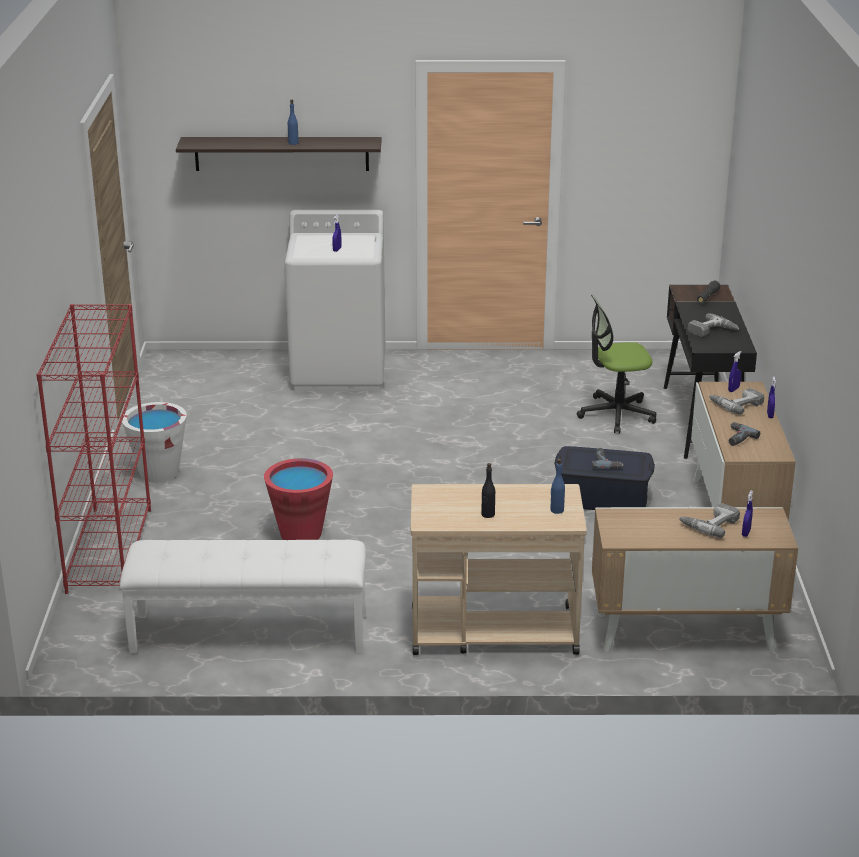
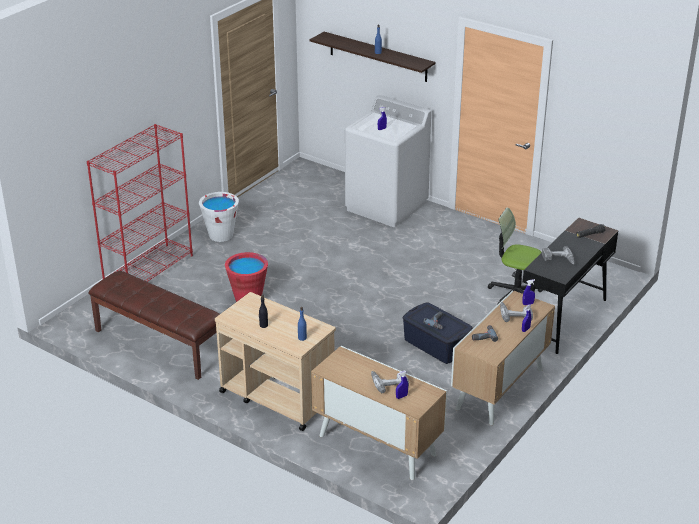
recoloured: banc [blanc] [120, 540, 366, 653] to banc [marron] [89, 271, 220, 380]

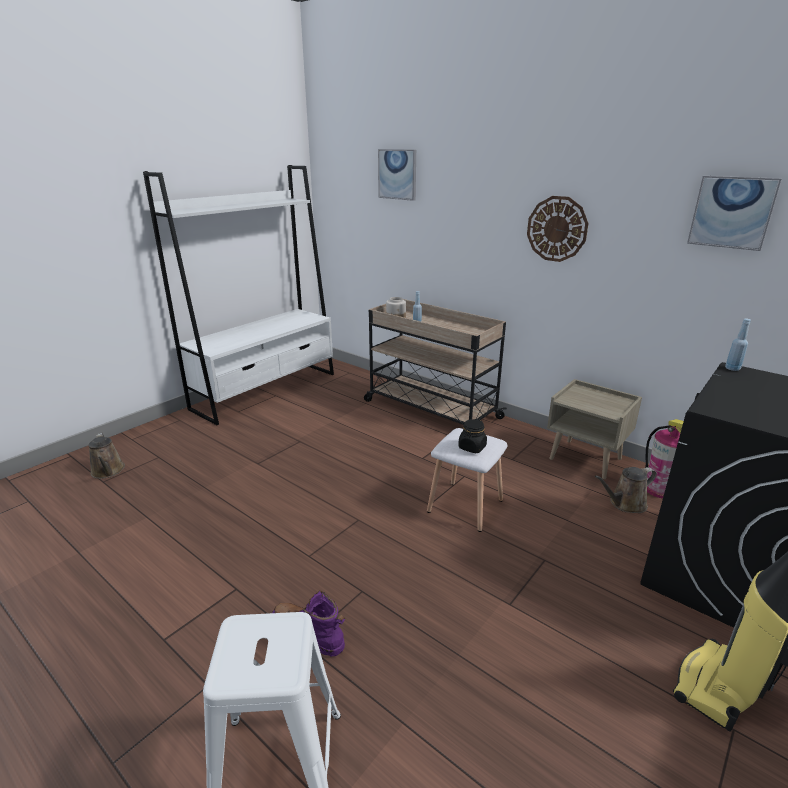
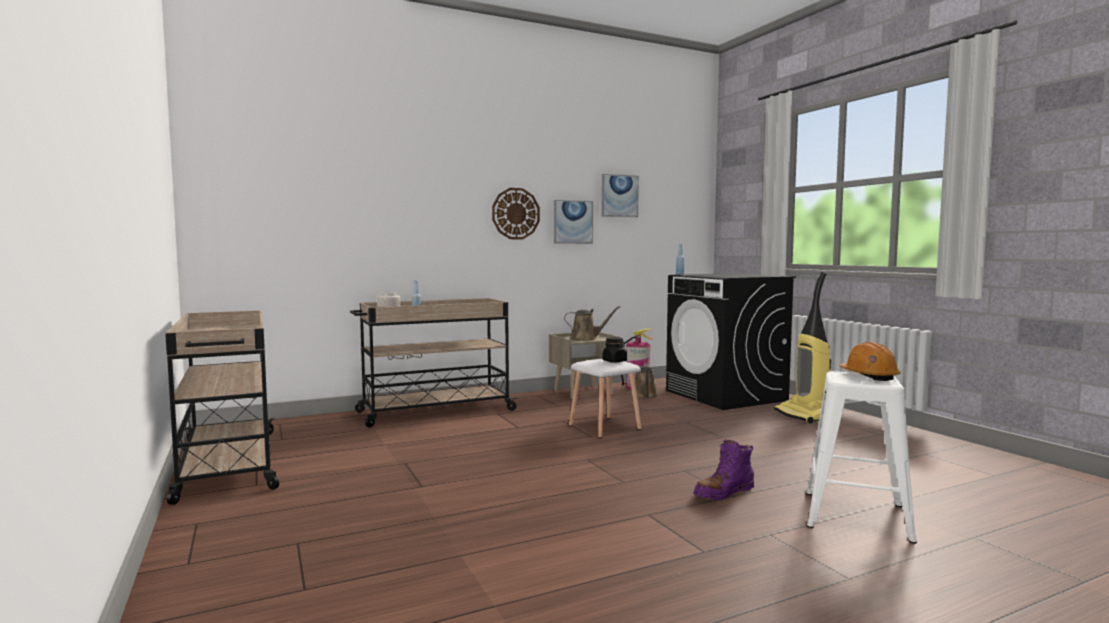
added: casque de chantier [orange] [839, 342, 900, 381]
moved: tableau [378, 149, 416, 201] to [554, 200, 593, 244]; arrosoir [marron] [88, 433, 125, 479] to [564, 306, 620, 341]
replaced: bibliothèque [blanc] [143, 165, 334, 425] to chariot [beige] [165, 310, 279, 505]

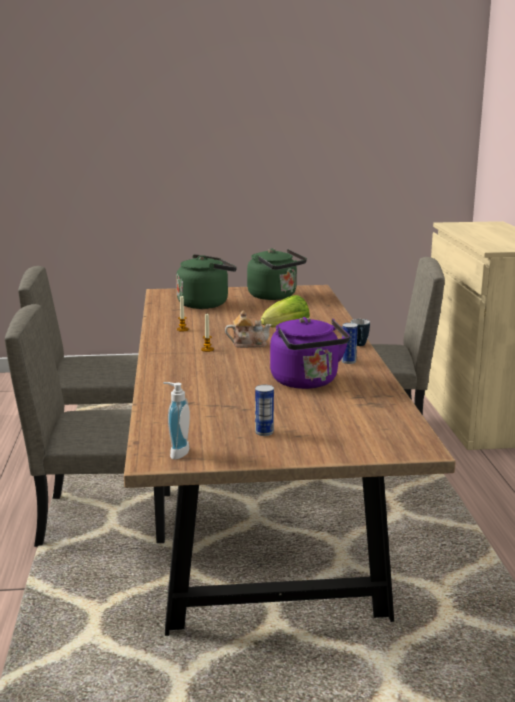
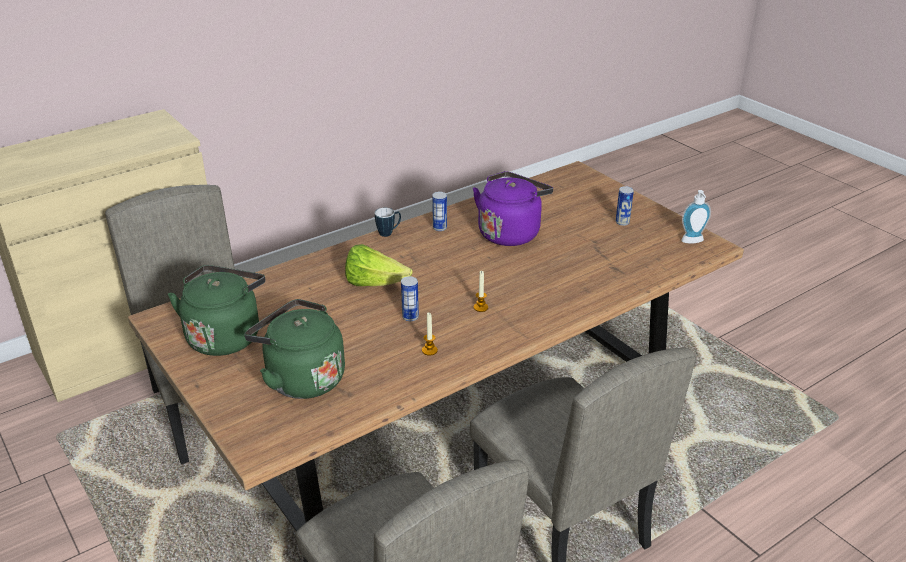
removed: théière [225, 310, 272, 348]
added: boîte métallique [401, 276, 419, 321]

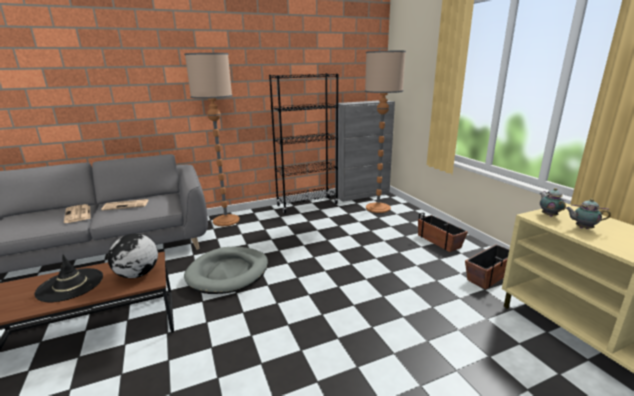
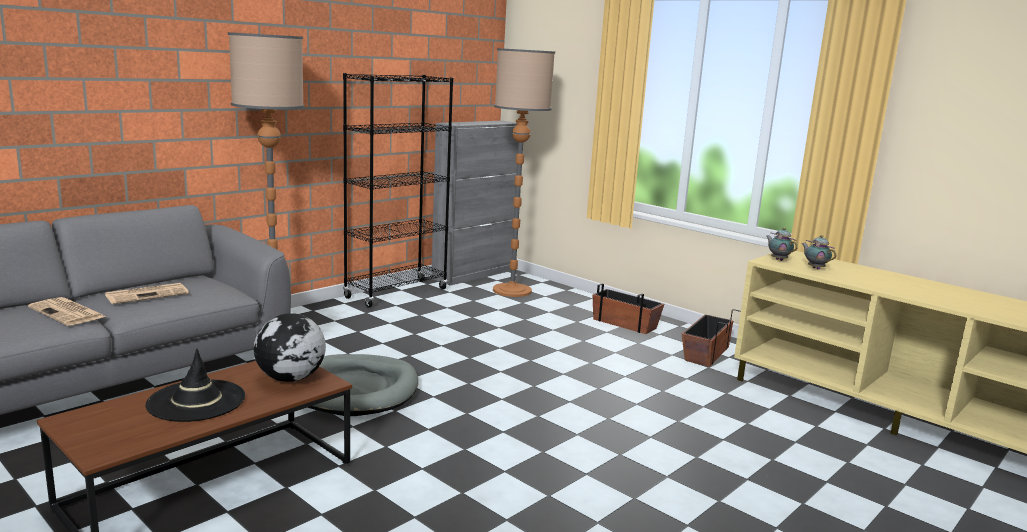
turned: théière [565, 199, 611, 229] = [802, 235, 836, 270] 60 degrees clockwise

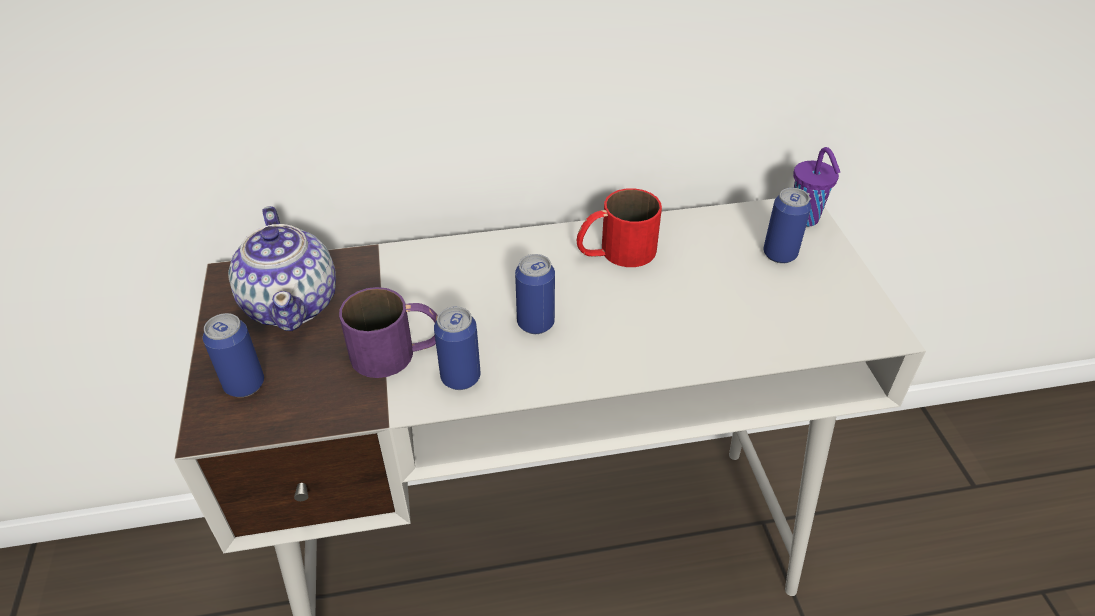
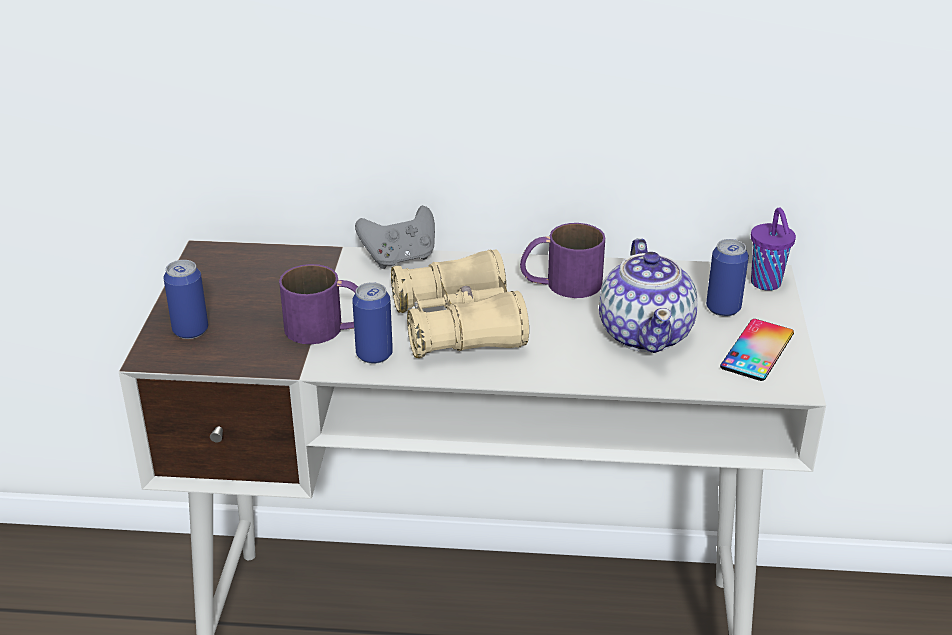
added: manette [gris] [355, 206, 435, 269]; téléphone [720, 319, 794, 381]
moved: théière [228, 206, 336, 331] to [599, 238, 697, 353]
replaced: boîte métallique [515, 254, 555, 334] to jumelles [beige] [391, 249, 529, 358]
recoloured: mug [rouge] [577, 188, 662, 267] to mug [violet] [520, 223, 605, 298]

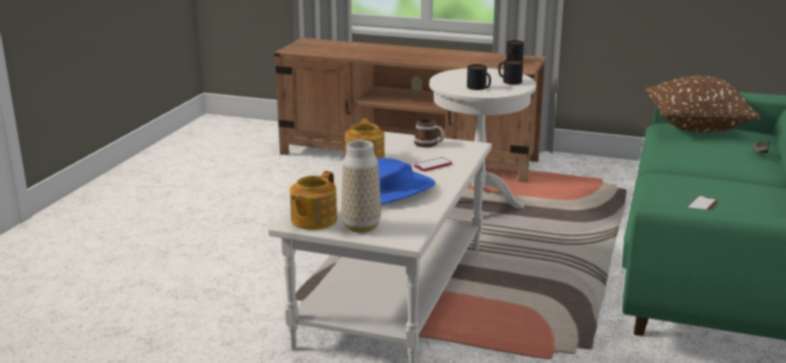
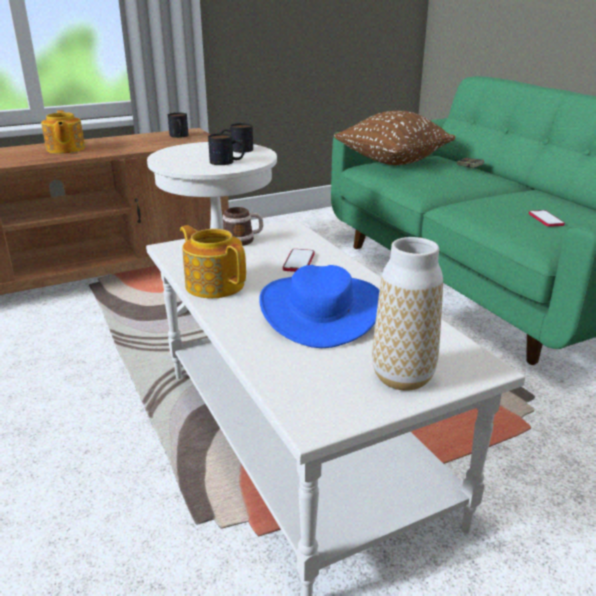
moved: théière [290, 171, 337, 230] to [41, 110, 85, 154]

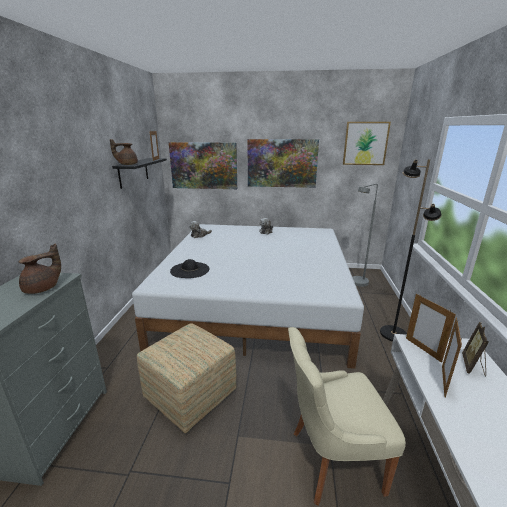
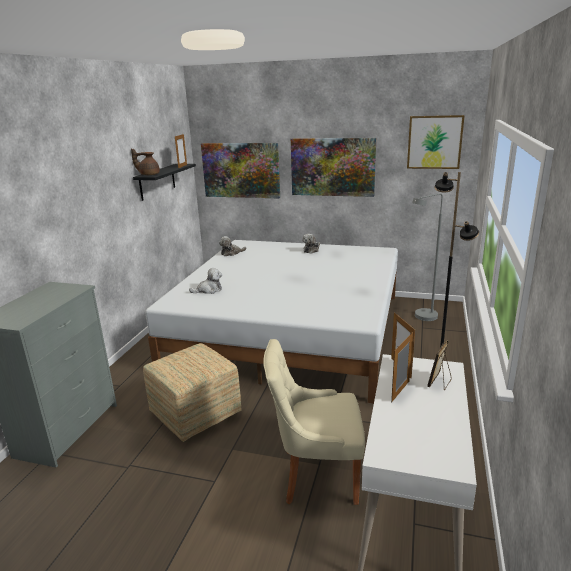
removed: théière [marron] [19, 243, 61, 294]
replaced: chapeau [noir] [170, 259, 210, 278] to peluche [189, 268, 222, 294]

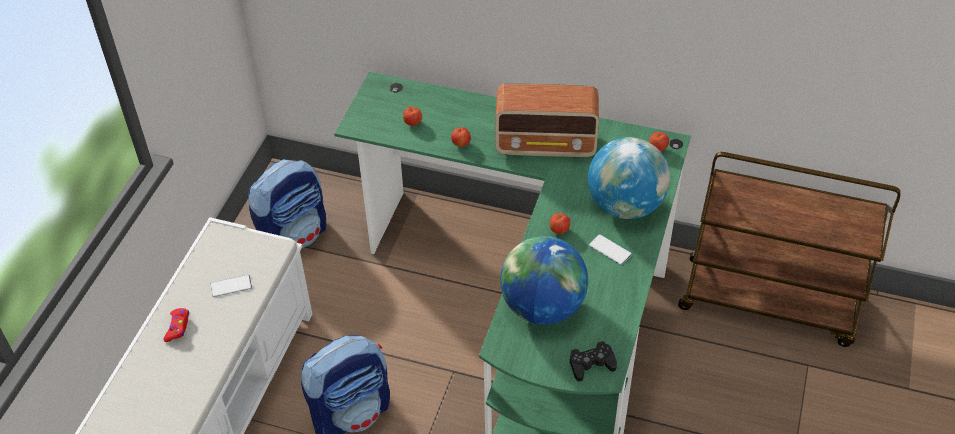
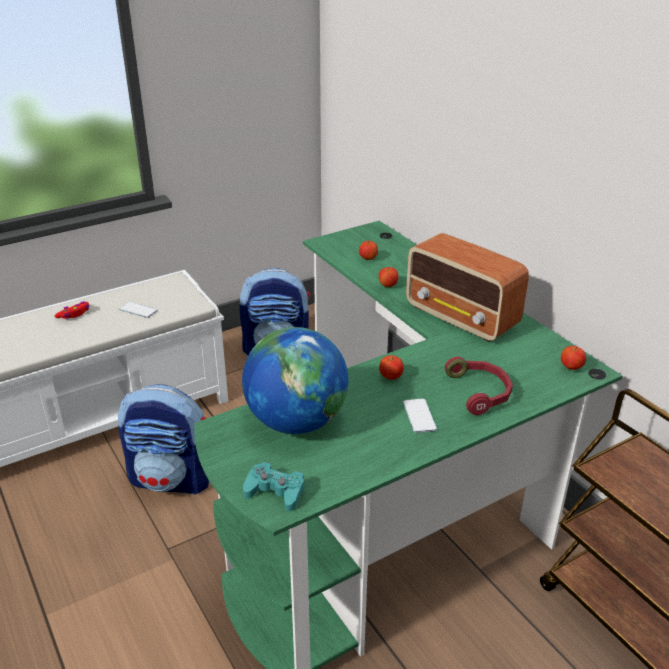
replaced: globe [588, 137, 670, 219] to casque audio [rouge] [445, 357, 513, 415]
recoloured: manette [noir] [570, 341, 617, 382] to manette [turquoise] [243, 462, 304, 511]

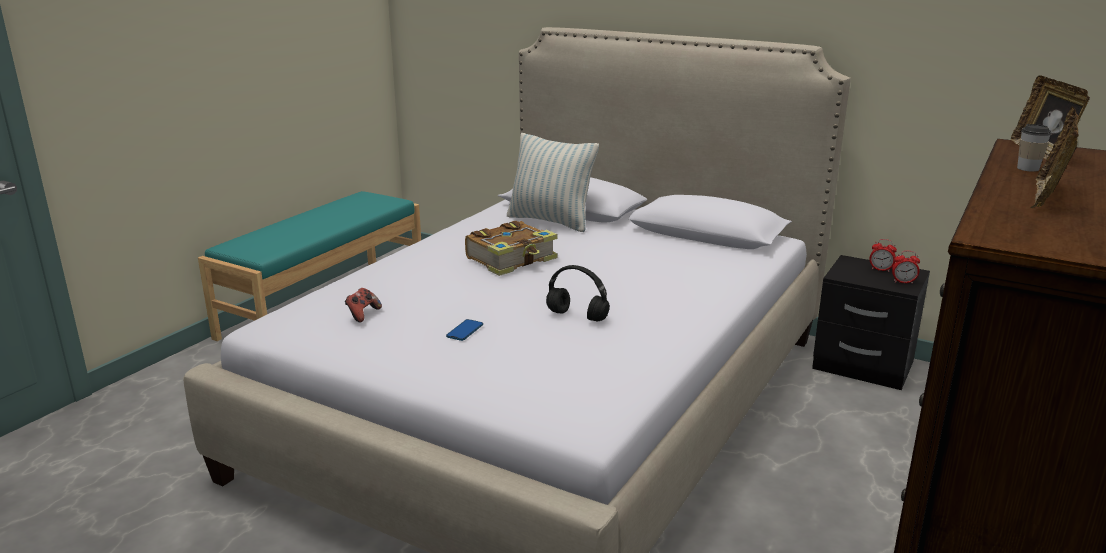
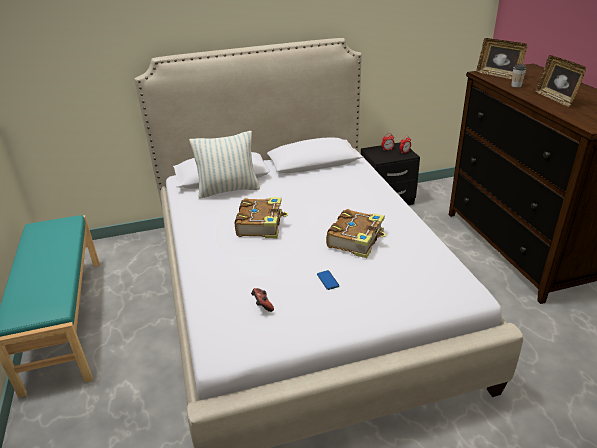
replaced: casque audio [noir] [546, 265, 610, 322] to livre [326, 209, 386, 258]

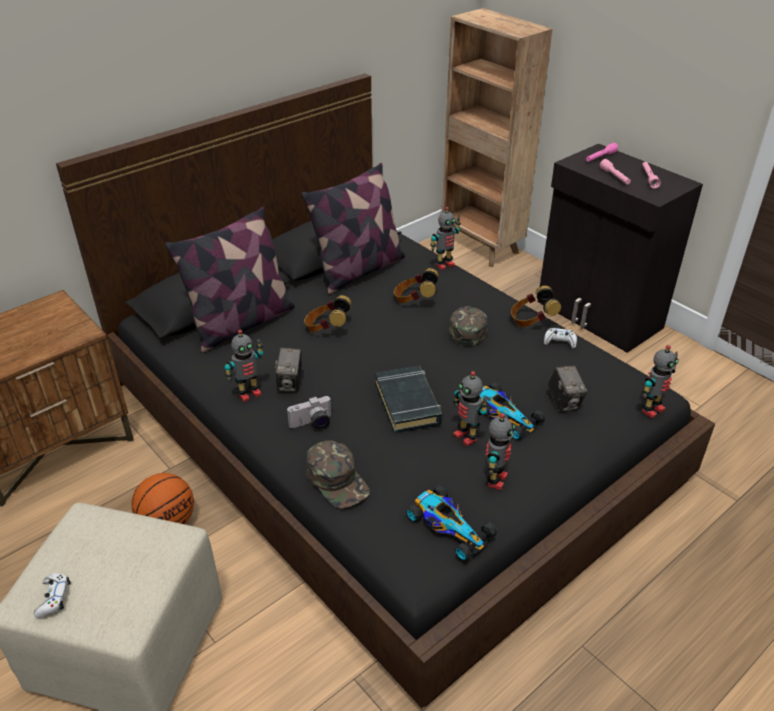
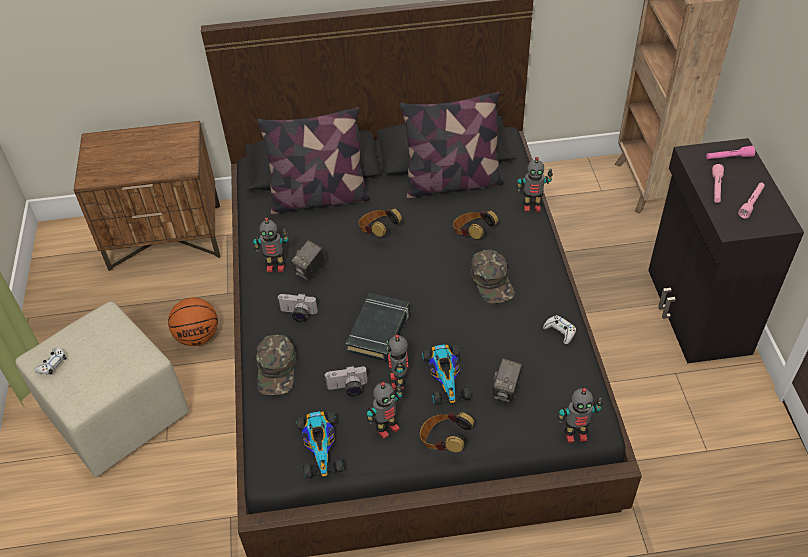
added: appareil photo [325, 365, 368, 396]
moved: casque audio [511, 286, 561, 327] to [420, 412, 474, 452]
turned: casquette [vert] [449, 306, 487, 346] = [470, 250, 515, 304] 120 degrees clockwise

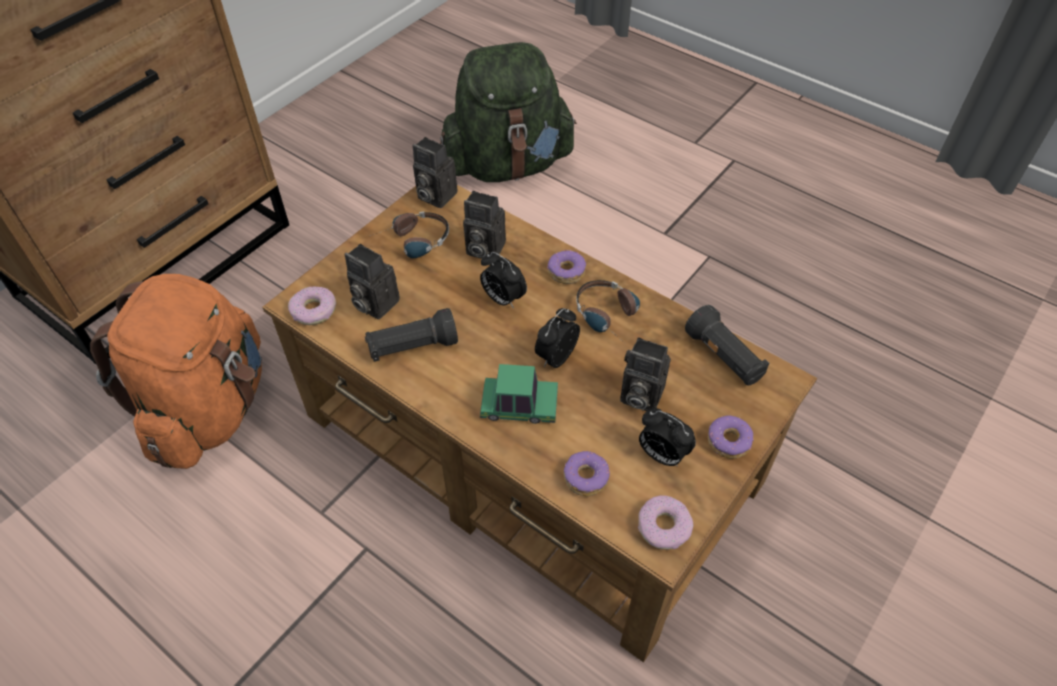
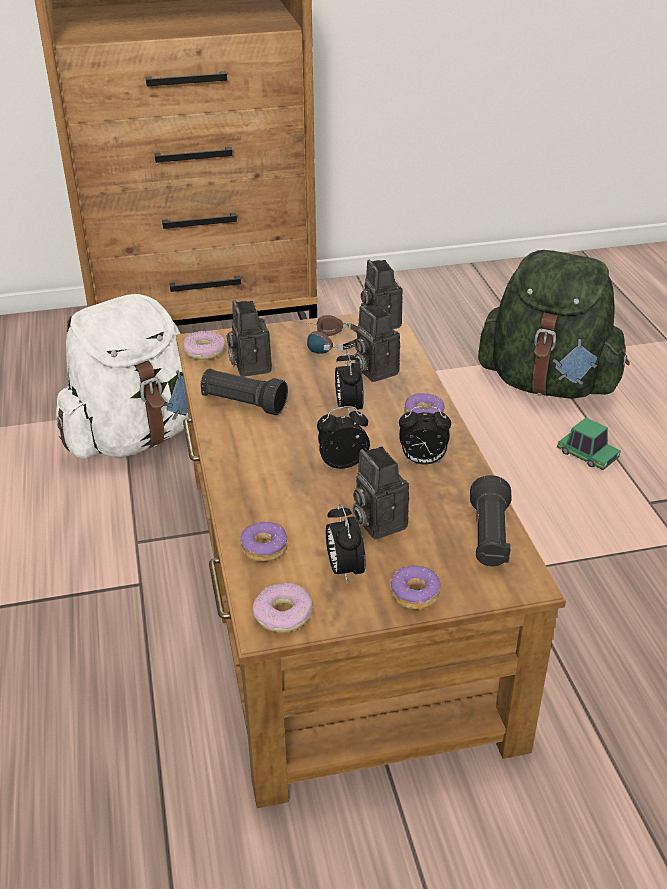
moved: petite voiture [480, 364, 558, 424] to [557, 418, 621, 470]
replaced: casque audio [576, 280, 640, 339] to réveil [399, 406, 451, 464]
recoloured: sac à dos [orange] [90, 274, 262, 469] to sac à dos [blanc] [56, 294, 189, 458]

